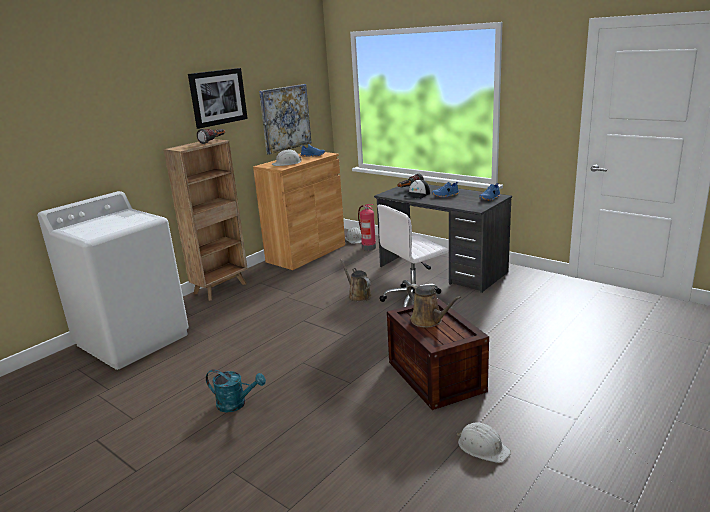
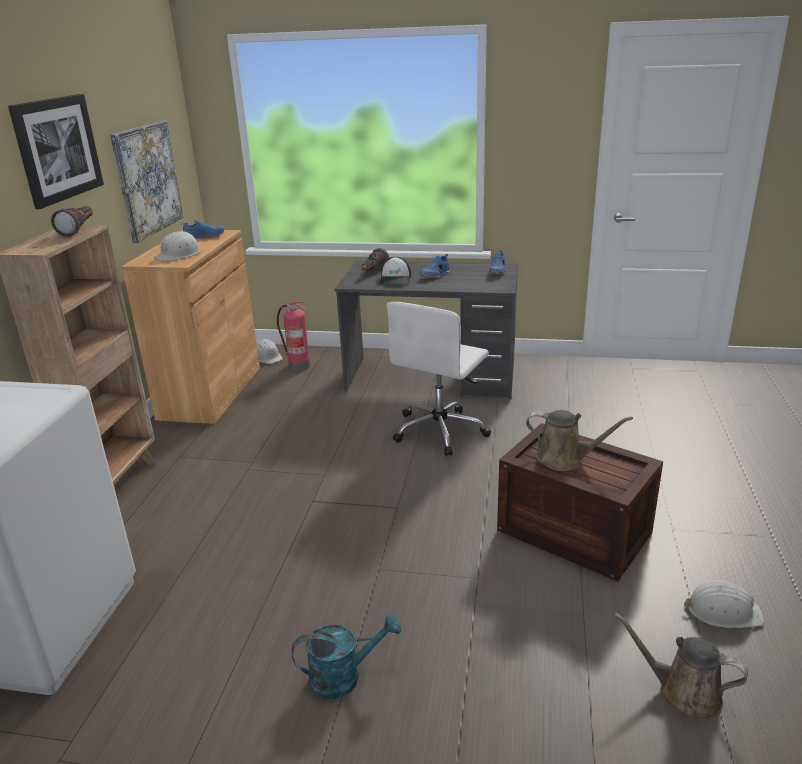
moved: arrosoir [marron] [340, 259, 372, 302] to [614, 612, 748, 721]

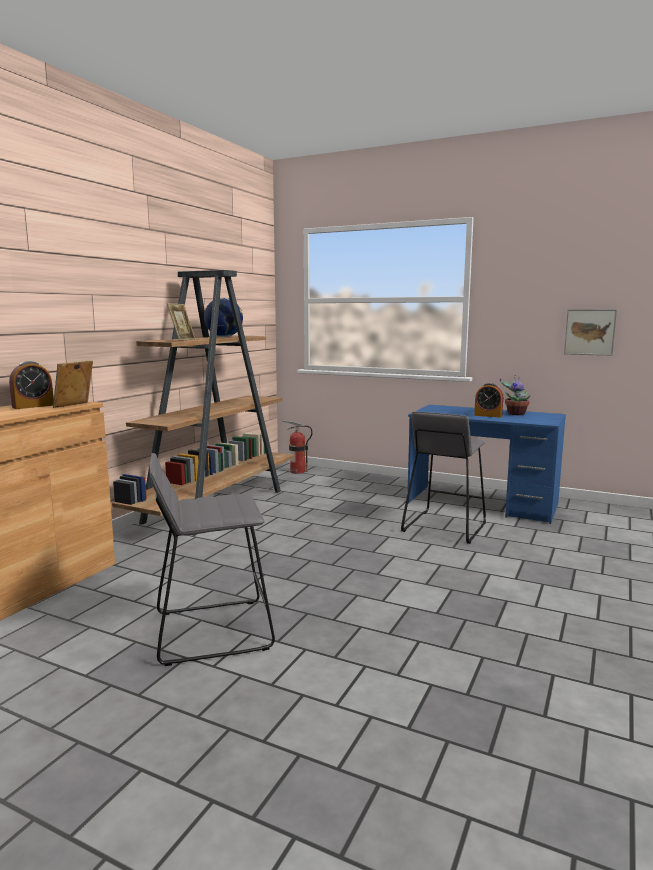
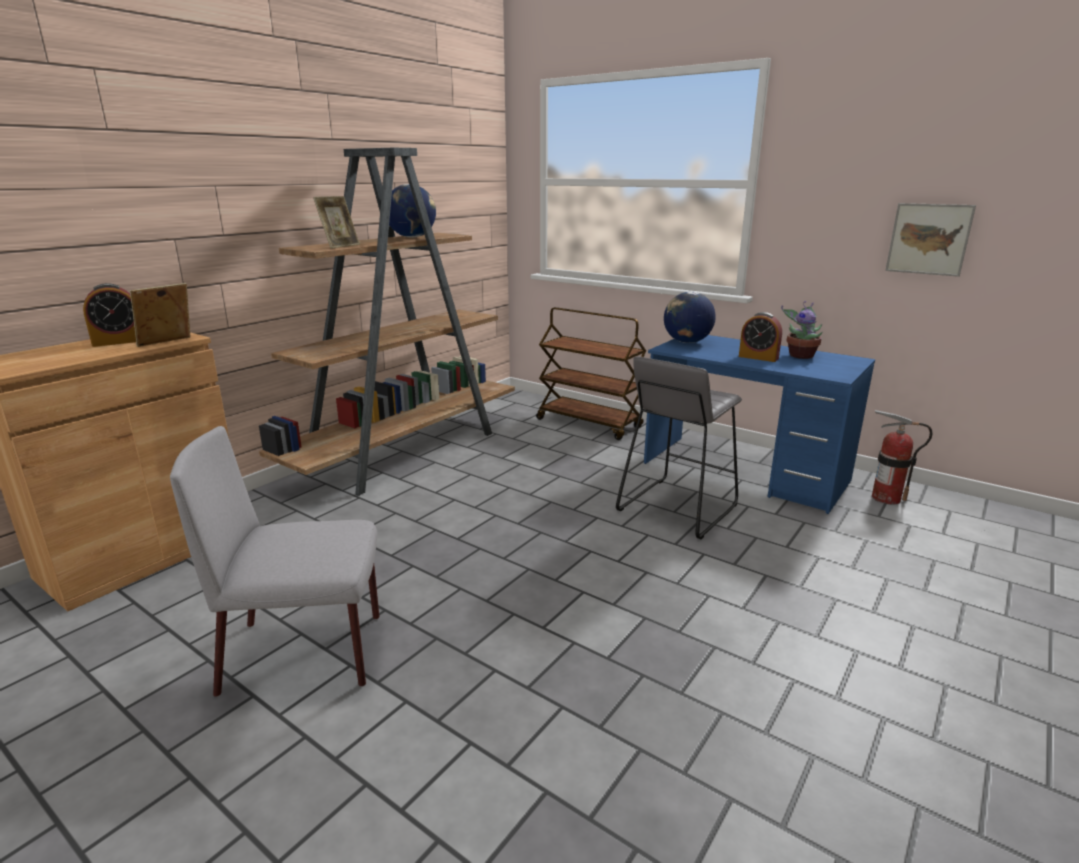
added: chariot [marron] [536, 307, 646, 440]; globe [664, 292, 716, 343]
moved: extincteur [283, 420, 313, 474] to [872, 410, 933, 504]
replaced: tabouret [gris] [149, 453, 275, 666] to chaise [gris] [170, 426, 379, 697]

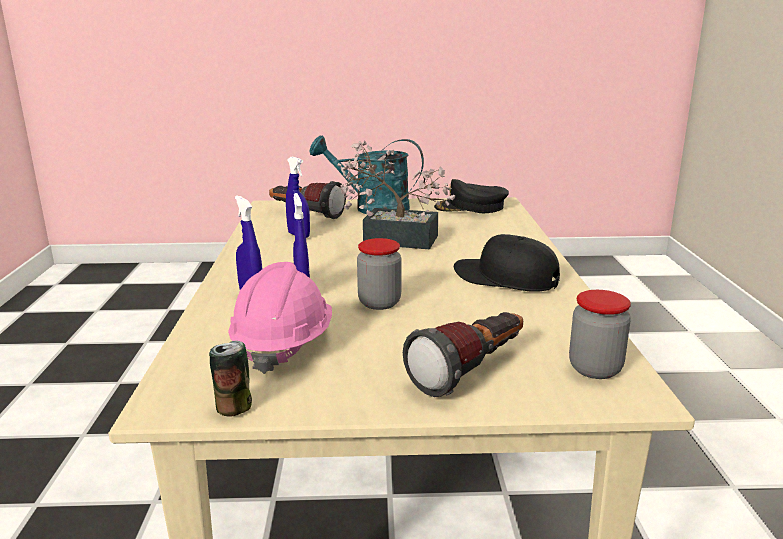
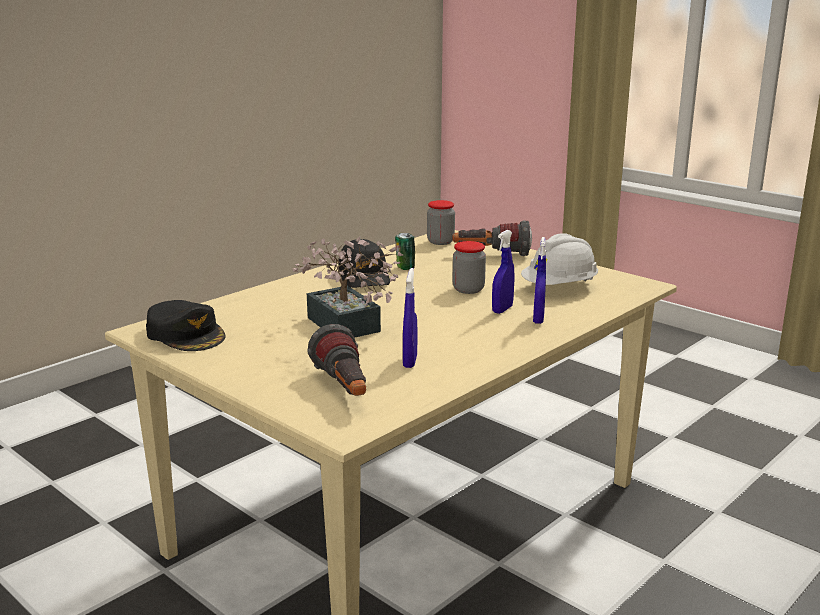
removed: arrosoir [turquoise] [310, 135, 424, 214]
moved: boîte métallique [209, 341, 252, 416] to [395, 233, 415, 270]
recoloured: casque de chantier [rose] [228, 262, 332, 374] to casque de chantier [blanc] [521, 233, 598, 285]

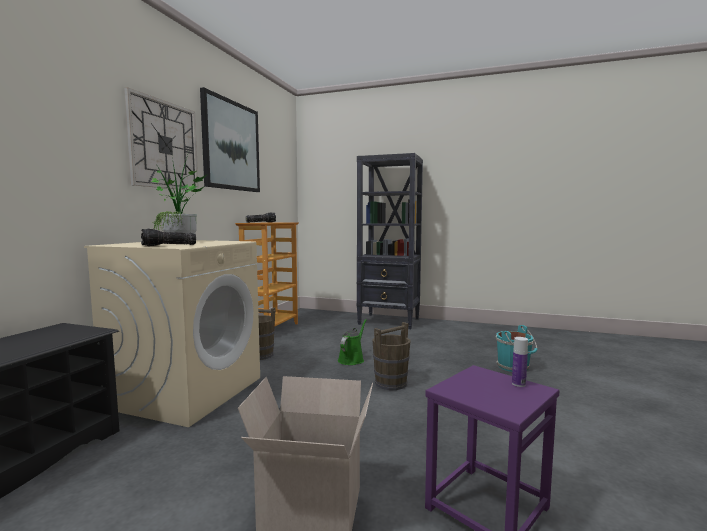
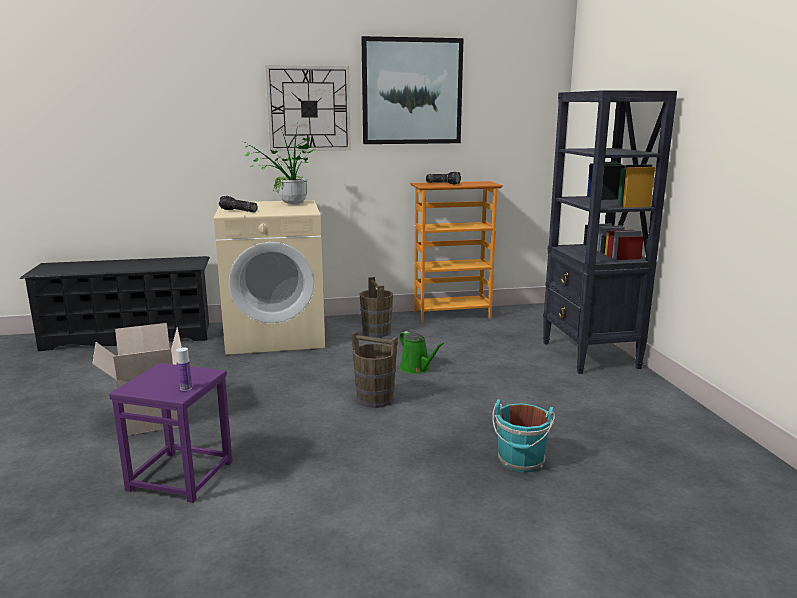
turned: arrosoir [vert] [338, 319, 367, 365] = [399, 331, 444, 374] 60 degrees clockwise

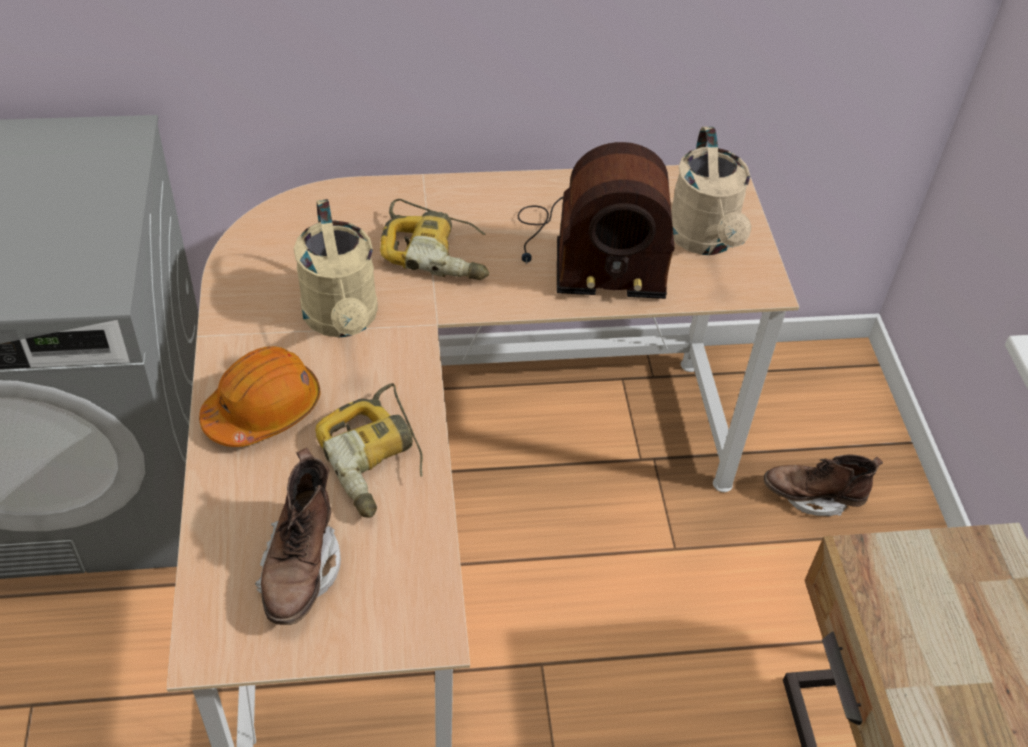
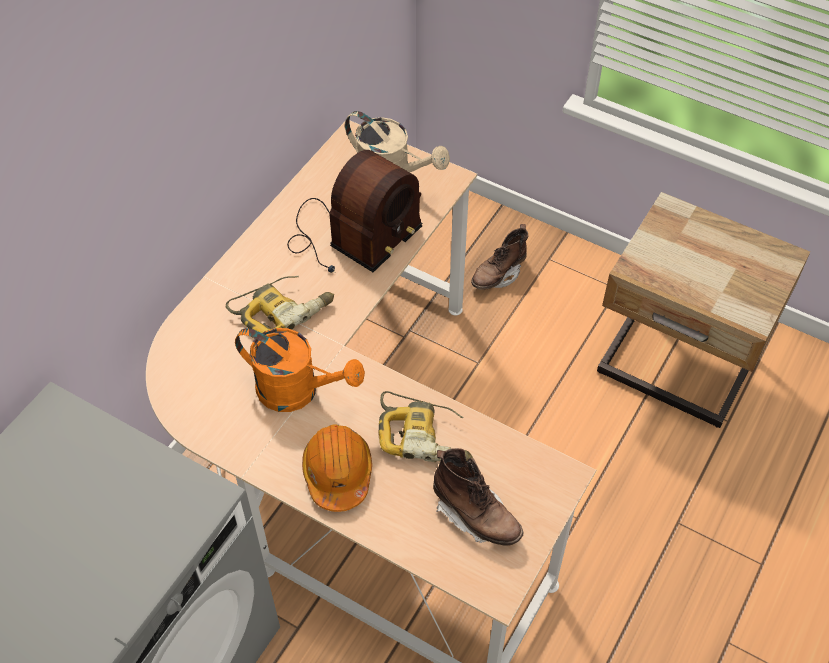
recoloured: arrosoir [beige] [294, 199, 378, 337] to arrosoir [orange] [235, 328, 365, 412]

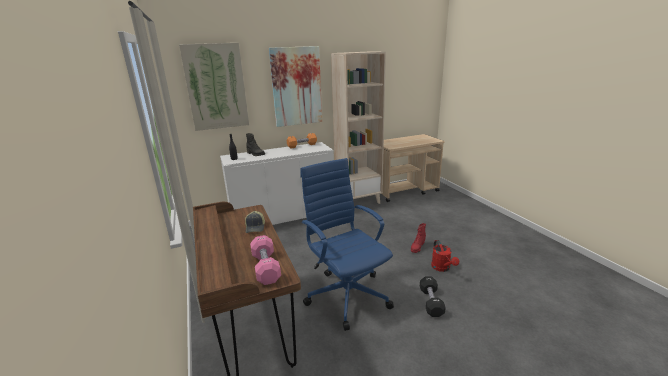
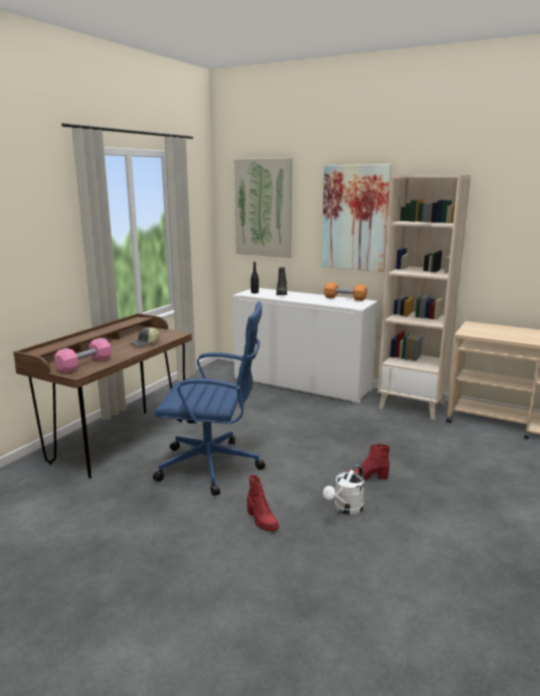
replaced: haltère [noir] [420, 277, 446, 317] to botte [rouge] [247, 475, 279, 531]
recoloured: arrosoir [rouge] [431, 240, 459, 272] to arrosoir [blanc] [323, 465, 364, 515]
turned: chaise de bureau [bleu] [301, 158, 394, 331] = [153, 301, 265, 496] 75 degrees clockwise

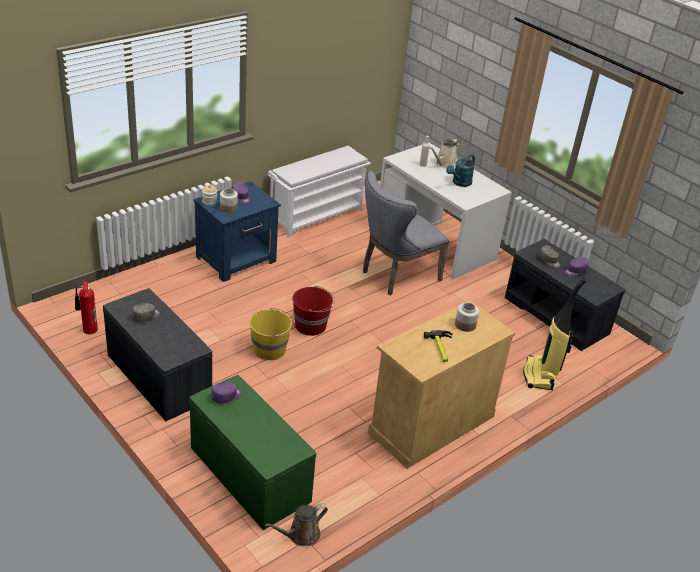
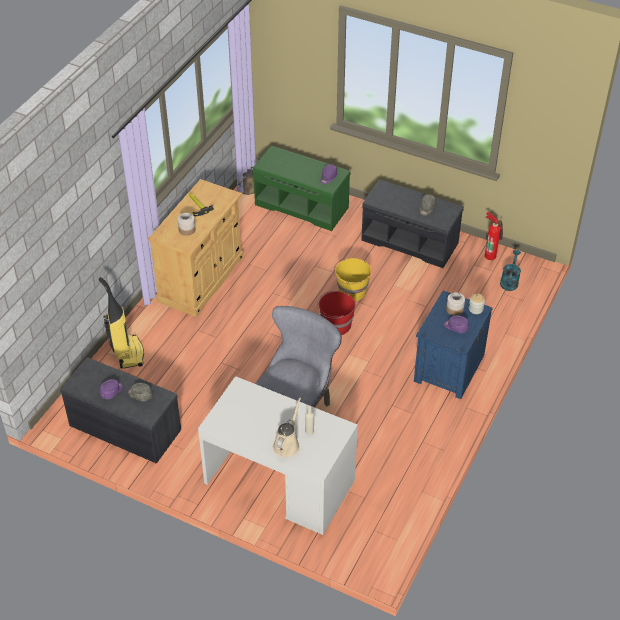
removed: étagère à chaussures [blanc] [268, 146, 371, 237]
moved: arrosoir [turquoise] [446, 155, 475, 187] to [500, 250, 521, 291]

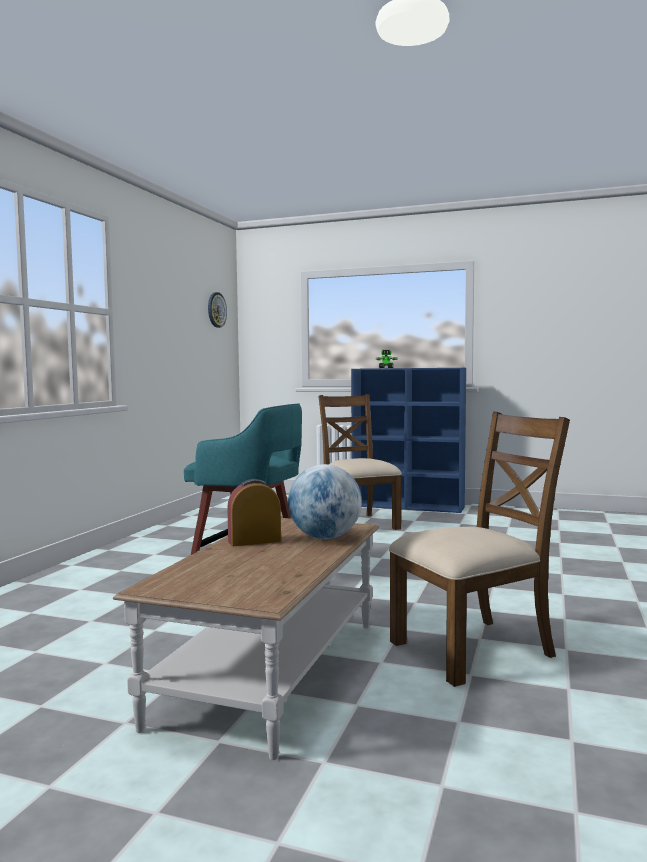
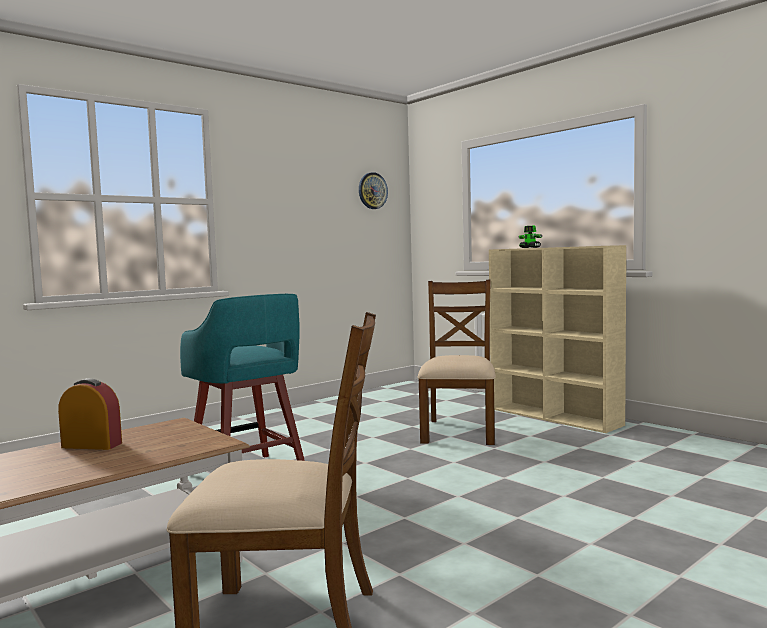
removed: globe [288, 464, 362, 539]
recoloured: bibliothèque [bleu] [351, 368, 466, 513] to bibliothèque [beige] [489, 245, 626, 433]

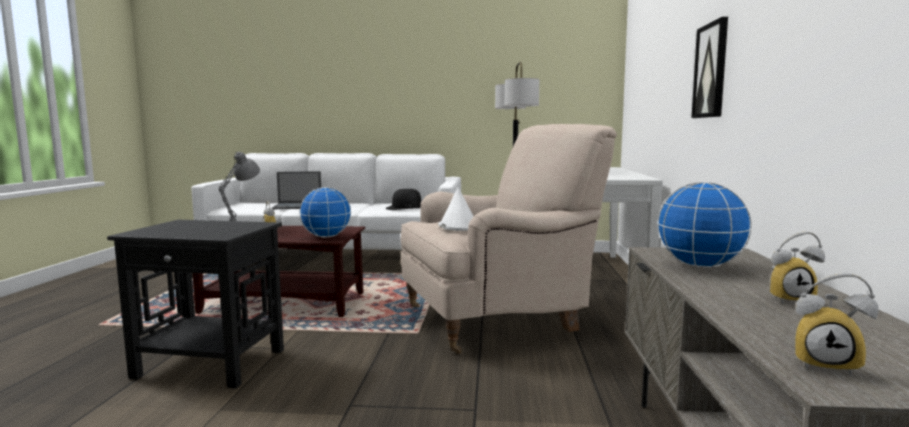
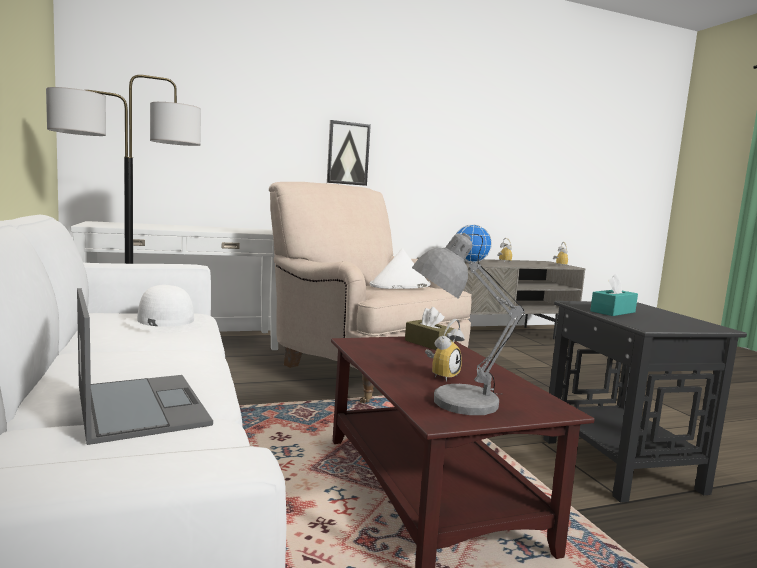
added: boîte à mouchoirs [turquoise] [590, 273, 638, 316]
replaced: globe [299, 187, 352, 238] to boîte à mouchoirs [marron] [405, 307, 454, 350]
recoloured: chapeau [noir] [386, 189, 421, 210] to chapeau [blanc] [124, 285, 207, 333]

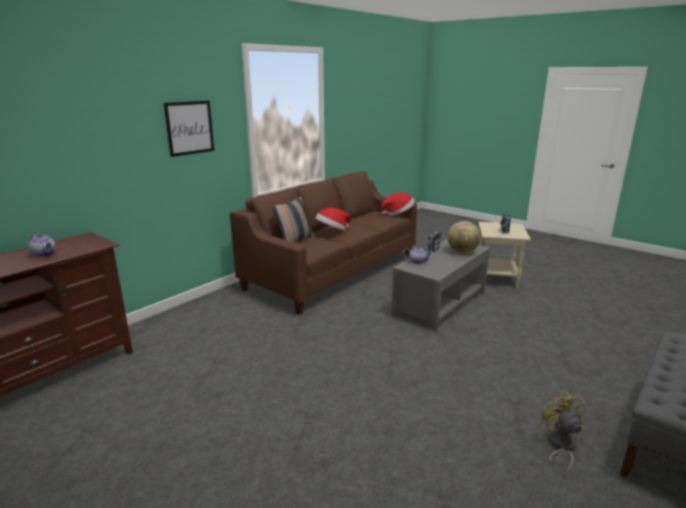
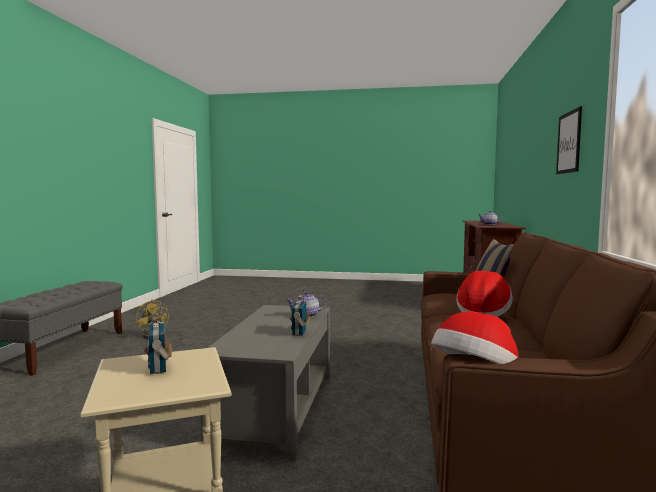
removed: globe [447, 221, 481, 253]

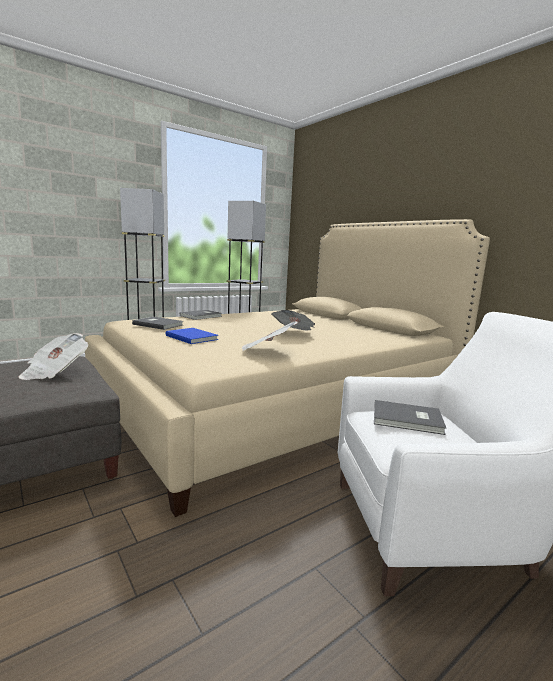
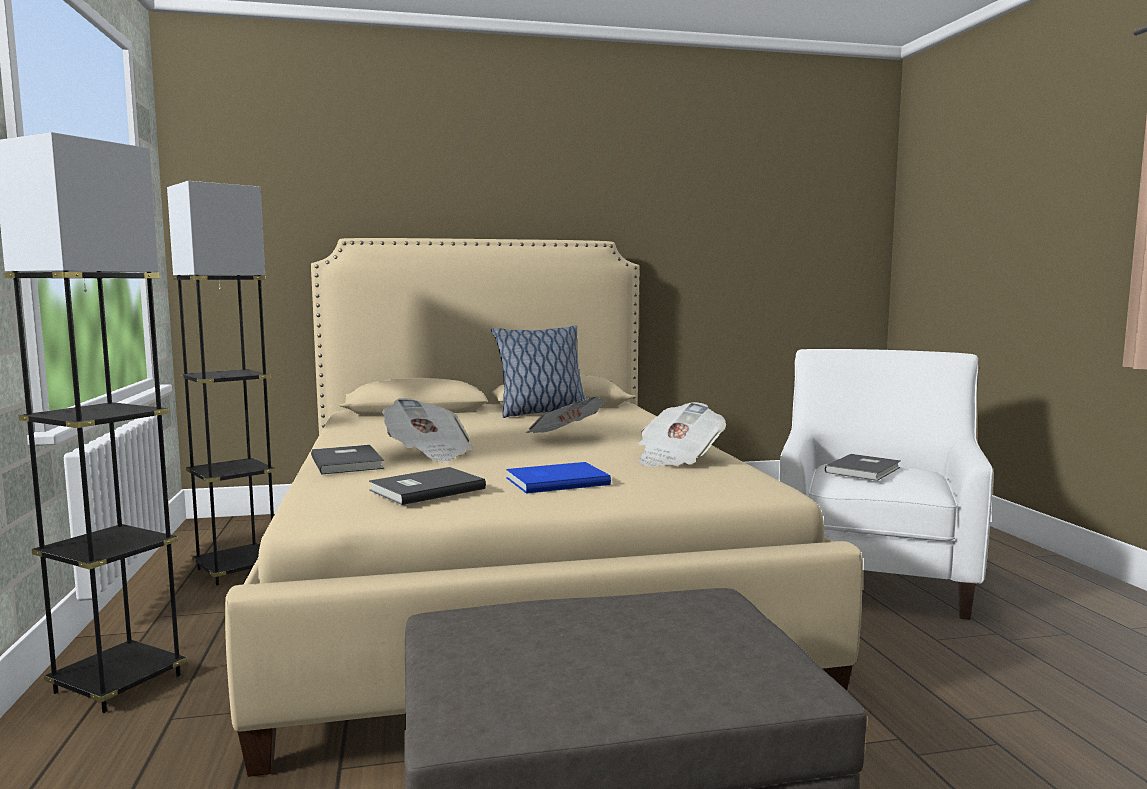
added: coussin [491, 325, 585, 418]
moved: journal [19, 333, 88, 380] to [382, 398, 474, 463]

